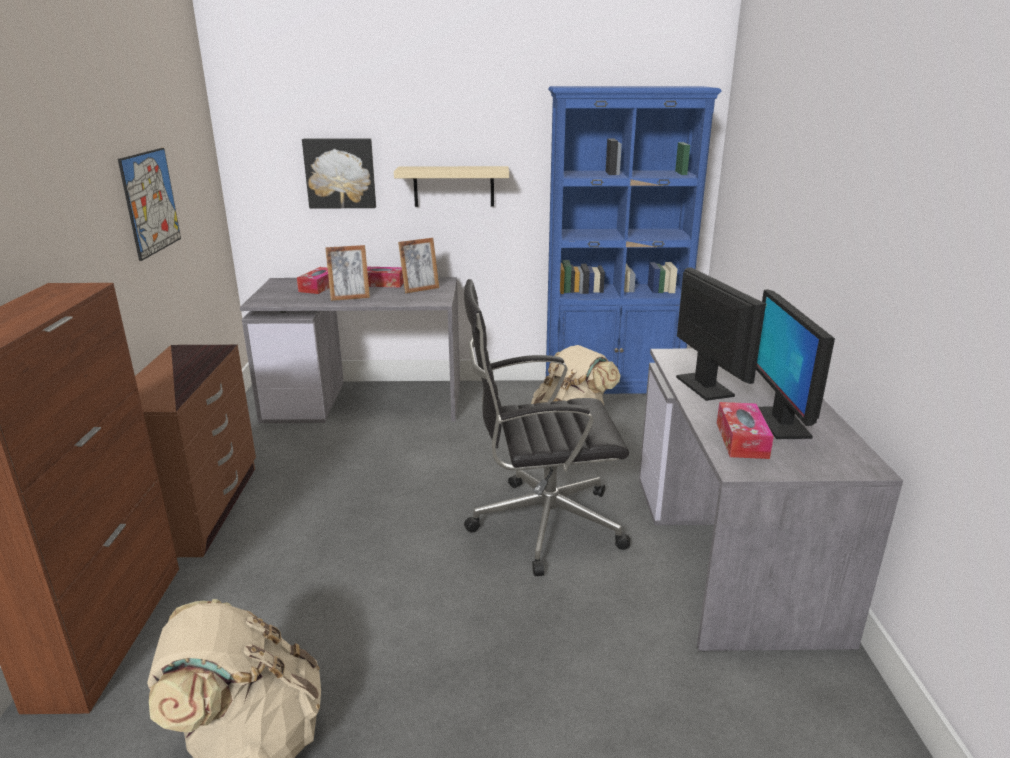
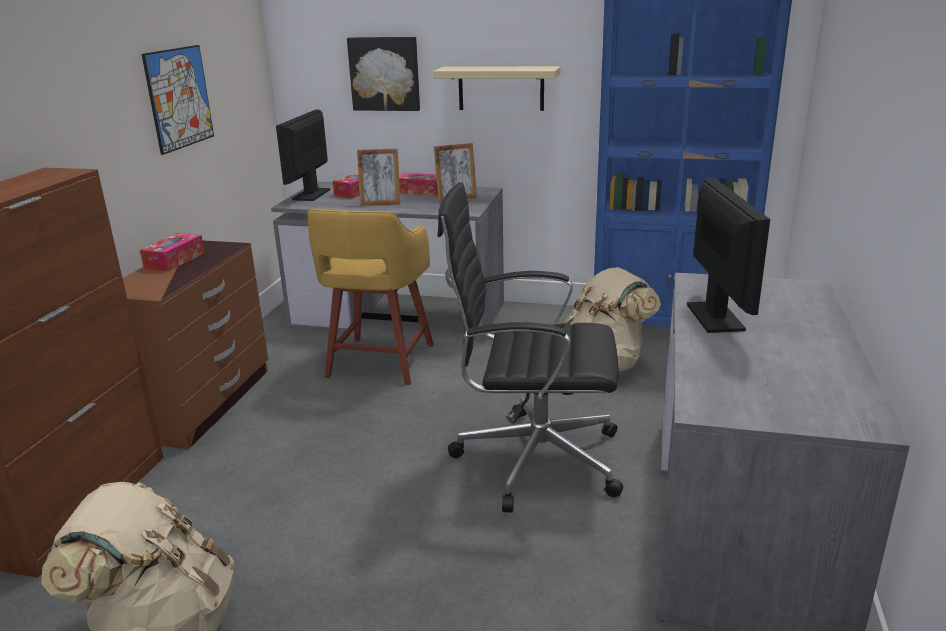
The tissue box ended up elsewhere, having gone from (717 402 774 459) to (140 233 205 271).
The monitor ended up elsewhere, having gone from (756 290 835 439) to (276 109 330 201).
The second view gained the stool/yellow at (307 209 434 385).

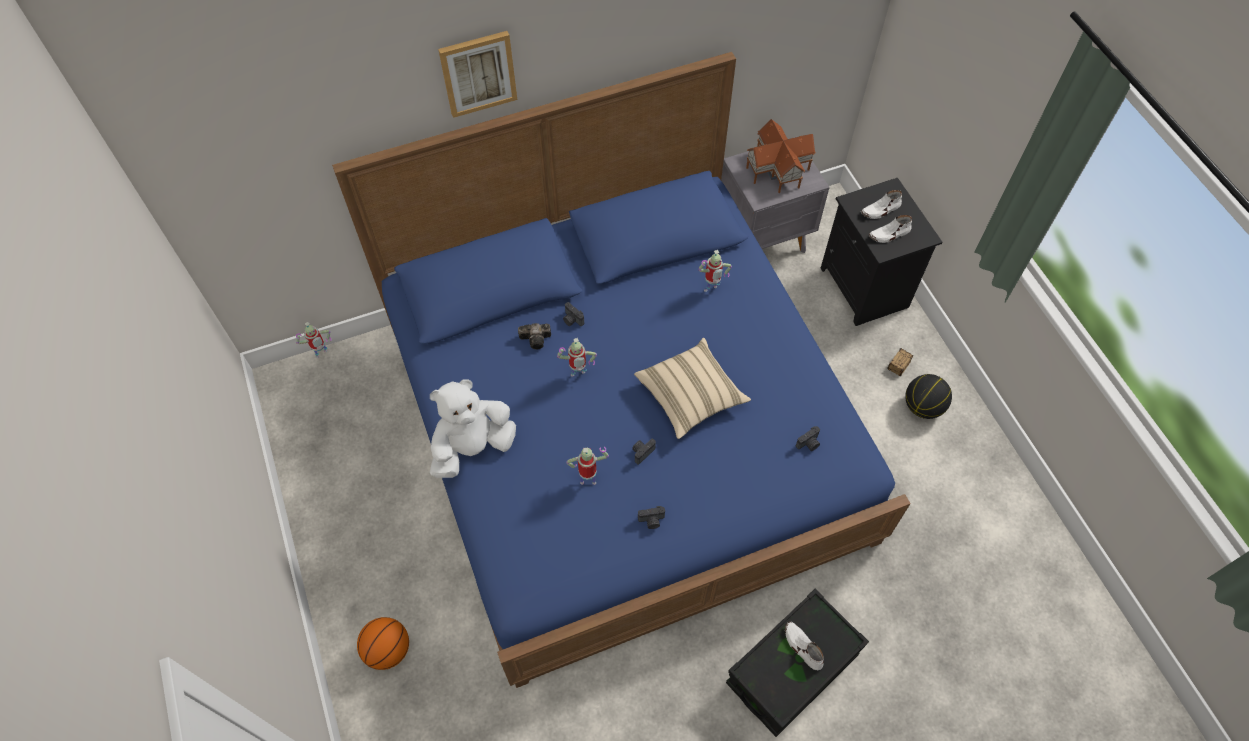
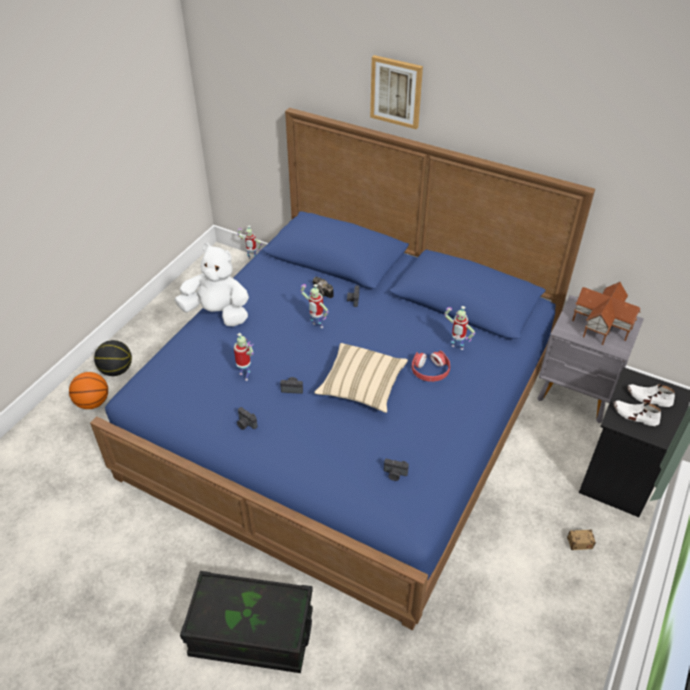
The basketball ended up elsewhere, having gone from (905 374 952 419) to (94 340 132 376).
The second view gained the headphones/red at (412 350 450 382).
The second view lost the shoe/white at (785 621 824 670).

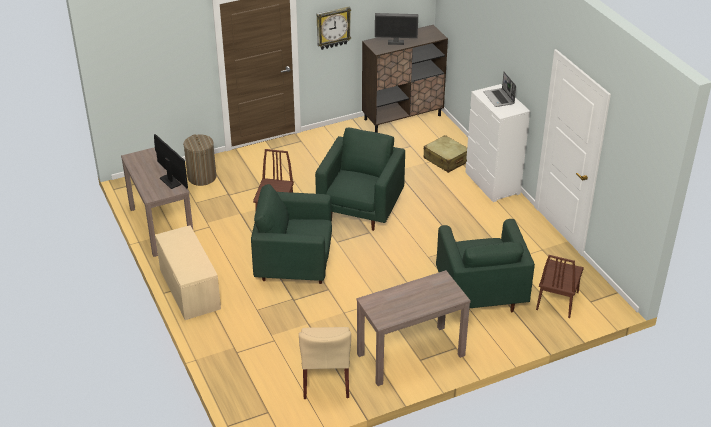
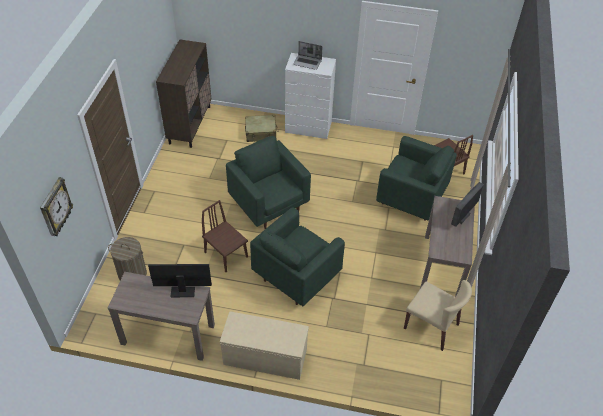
The wall clock ended up elsewhere, having gone from (317 7 351 50) to (40 177 73 236).
The monitor ended up elsewhere, having gone from (375 13 418 45) to (451 182 484 227).

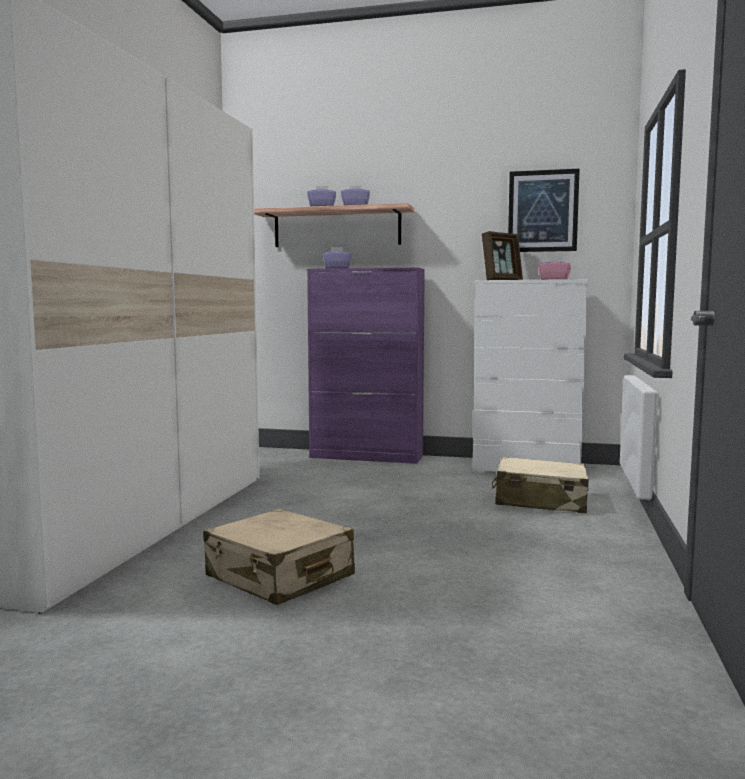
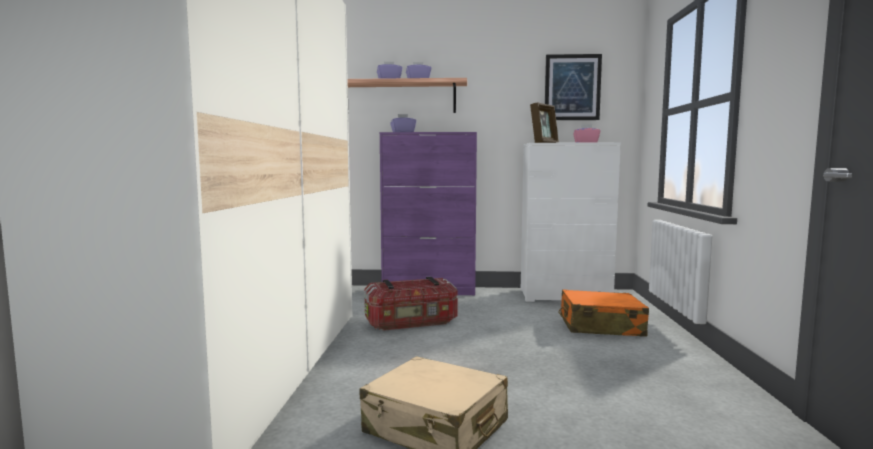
The second view gained the storage box at (364 277 458 331).
What was the suitcase/beige at (492 456 589 513) turned into the suitcase/orange at (558 289 649 337).

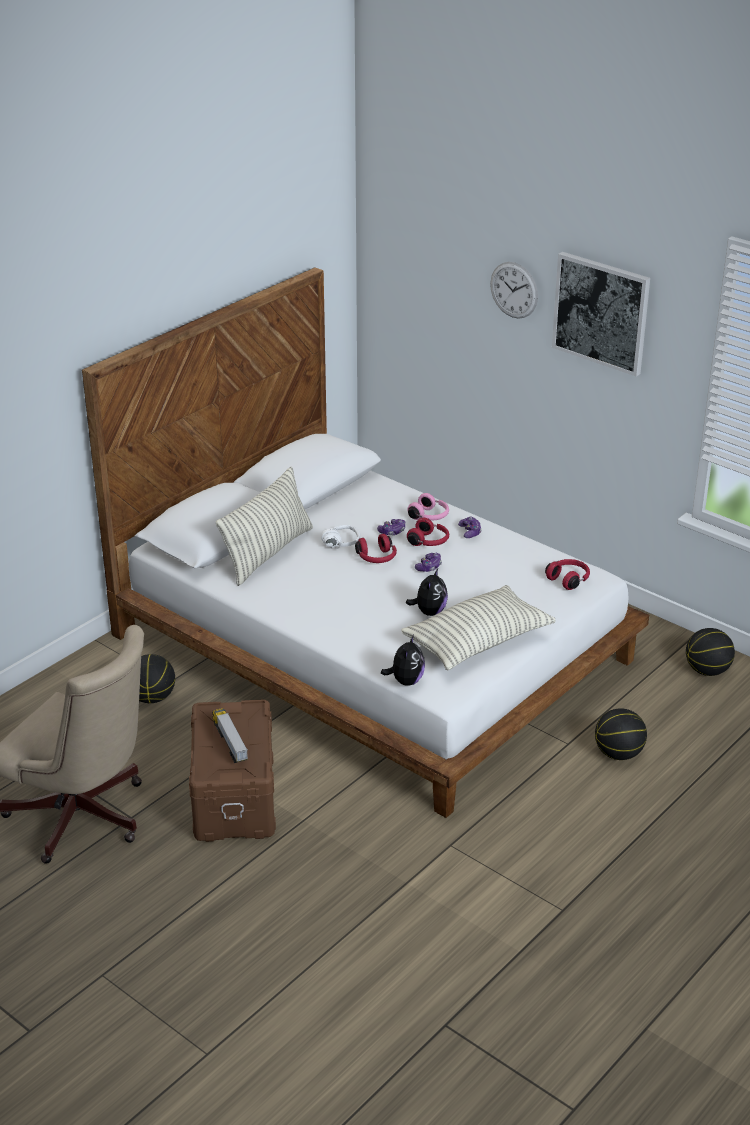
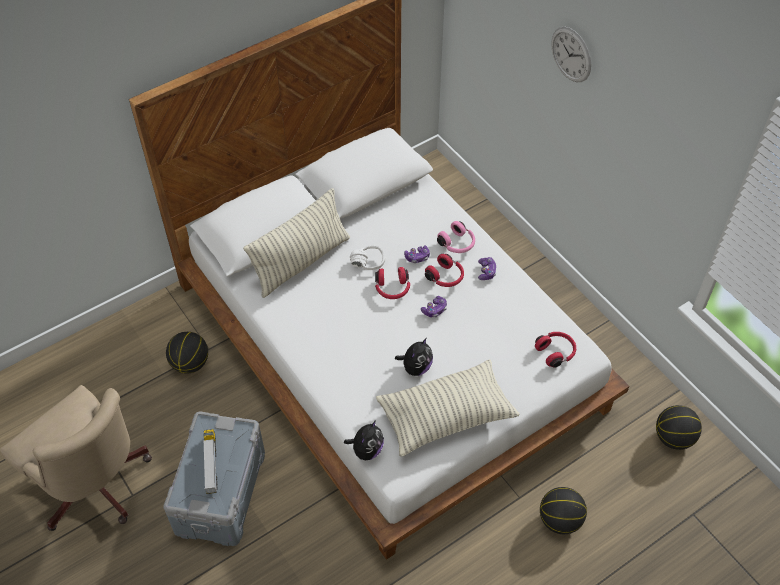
What was the storage box/brown at (189 700 276 842) turned into the storage box/grey at (163 411 265 546).
The second view lost the picture at (552 252 650 376).

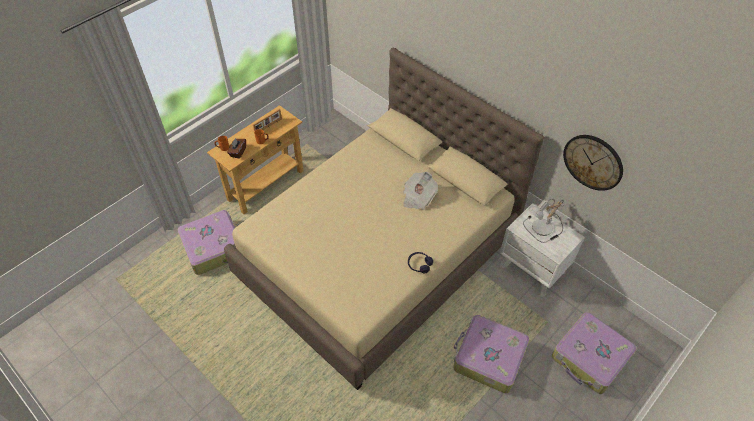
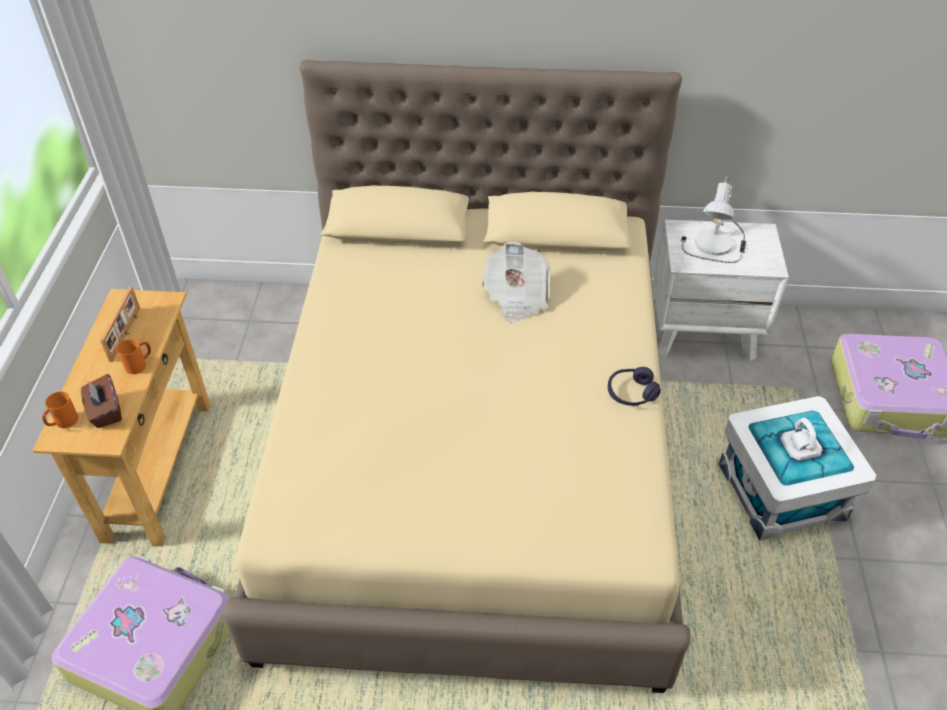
Where the suitcase stood at (453 315 529 393), the storage box/white came to stand at (719 396 876 541).
The second view lost the wall clock at (563 135 623 191).

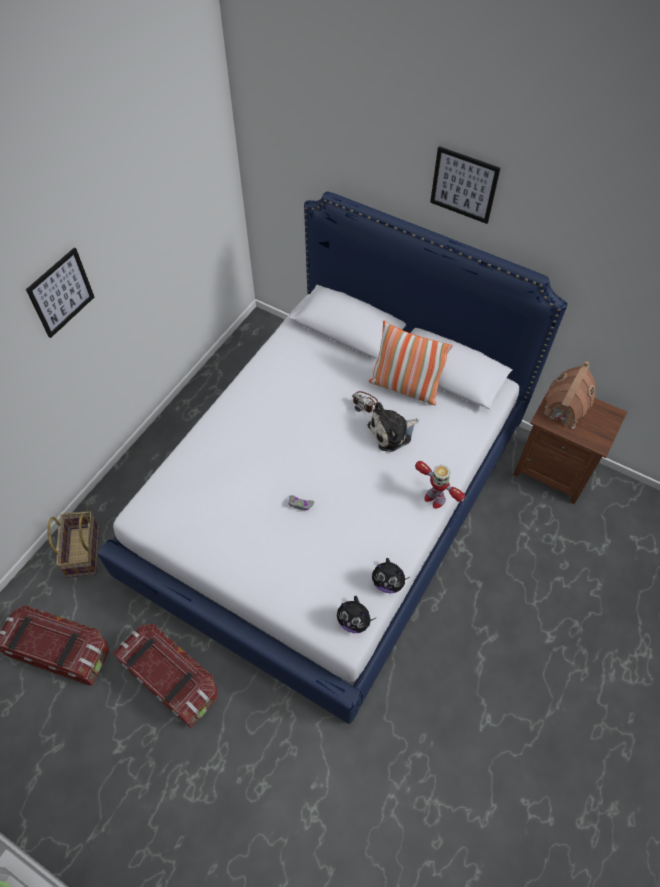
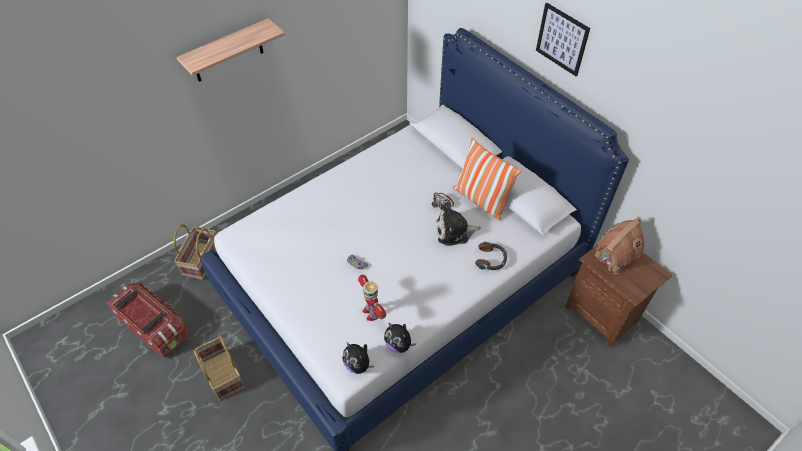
Where the picture hung at (26 248 94 338), the shelf came to hang at (177 18 285 82).
Where the storage box stood at (113 624 217 728), the basket came to stand at (194 336 245 401).
The toy robot ended up elsewhere, having gone from (415 461 466 508) to (358 275 386 321).
The second view gained the headphones at (475 242 507 270).

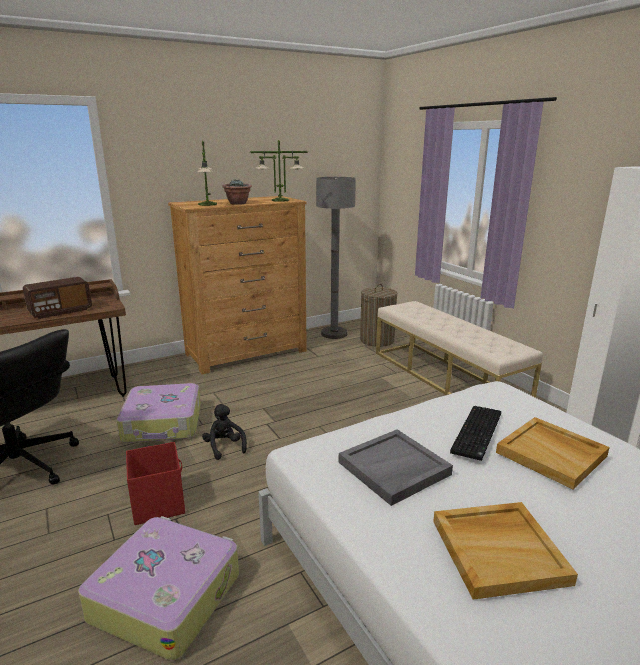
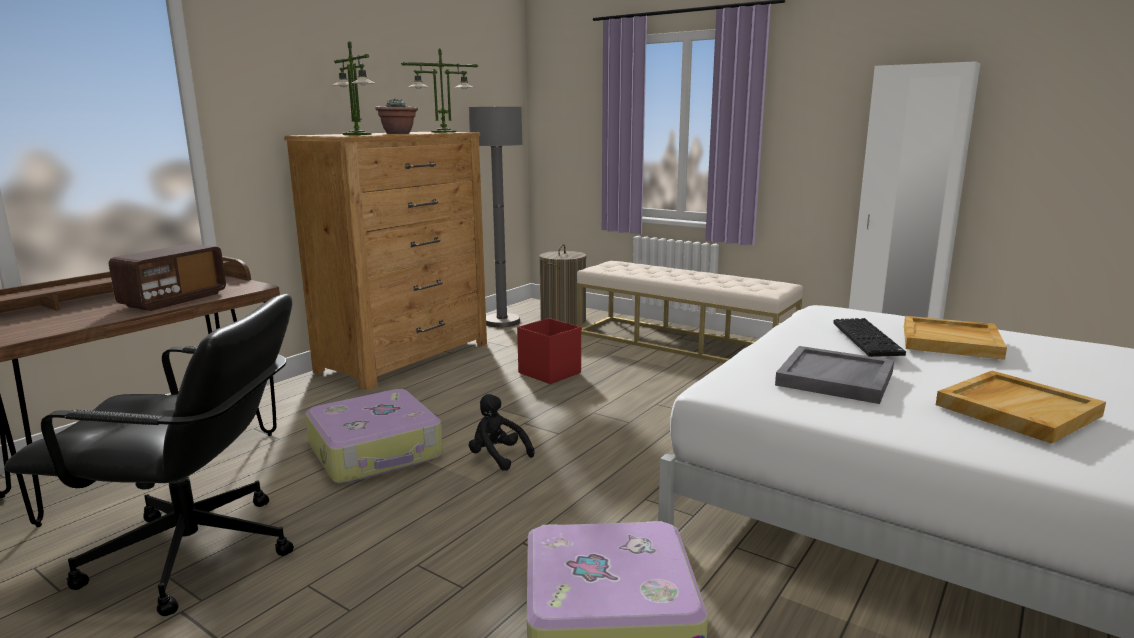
The storage box/red ended up elsewhere, having gone from (126 442 185 525) to (517 318 581 384).

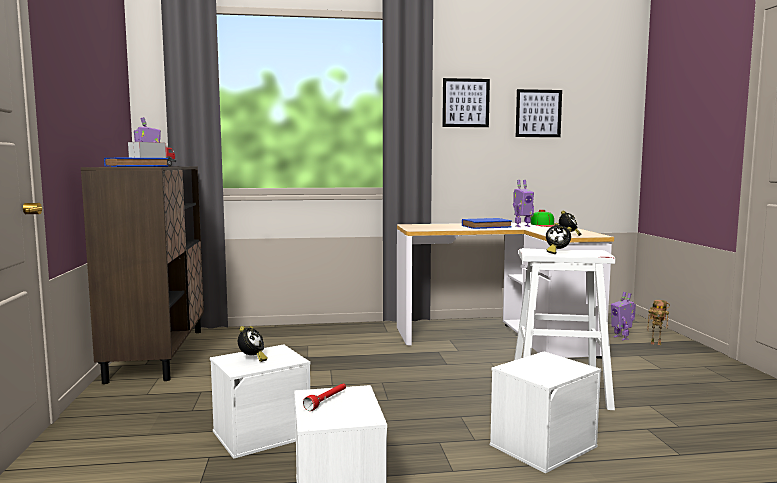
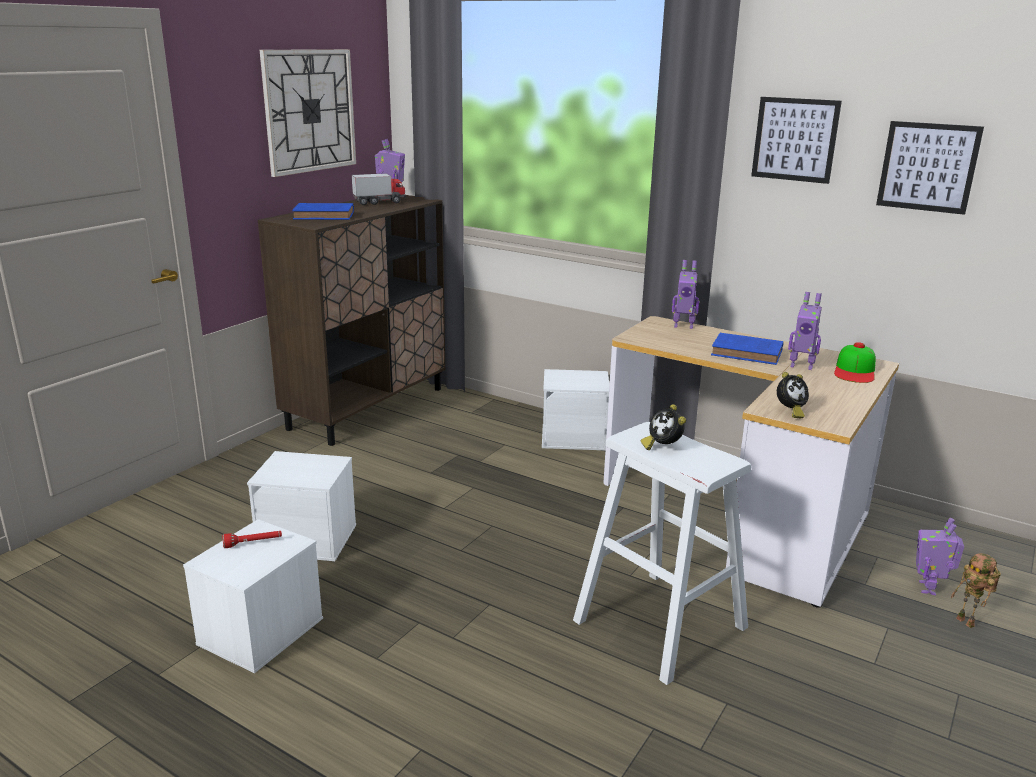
The second view gained the wall clock at (260 49 356 177).
The storage box/white ended up elsewhere, having gone from (490 352 601 473) to (542 369 609 450).
The second view gained the toy robot at (672 260 699 329).
The second view lost the alarm clock at (238 326 268 362).

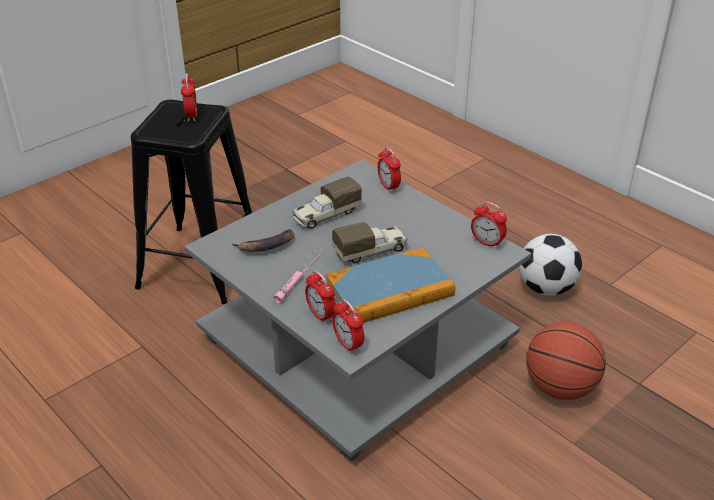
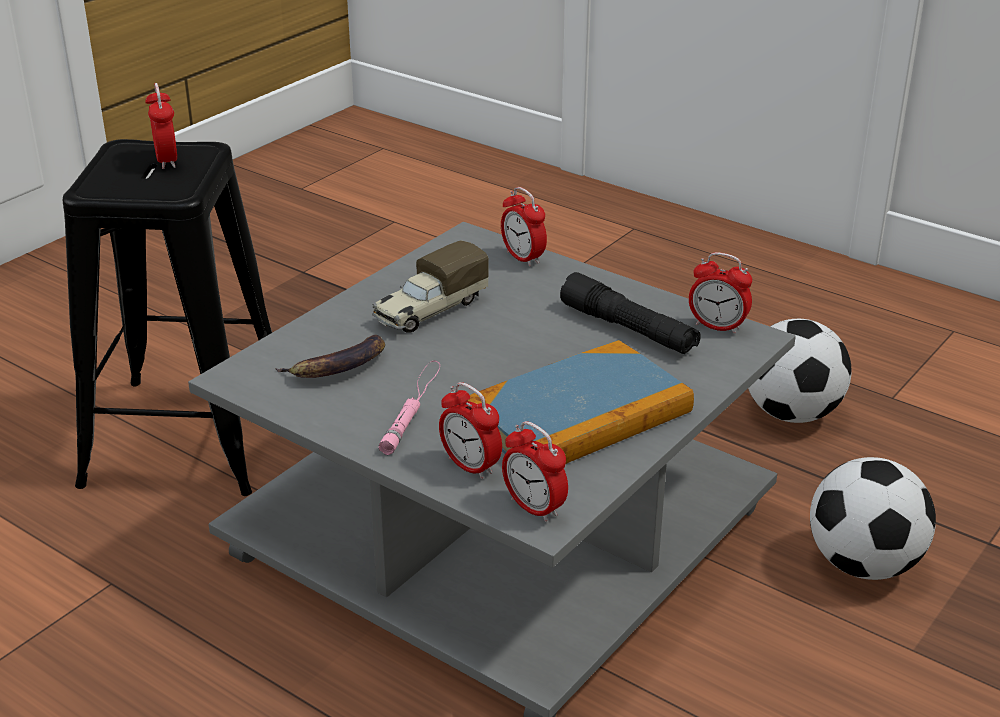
The second view gained the flashlight/black at (560 272 701 354).
Where the basketball stood at (526 322 606 400), the football came to stand at (810 457 936 580).
The second view lost the toy truck at (332 222 408 264).

